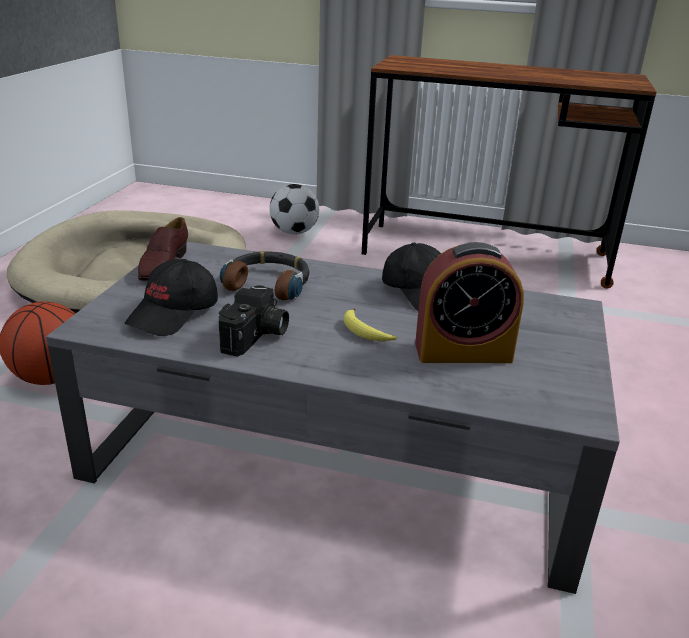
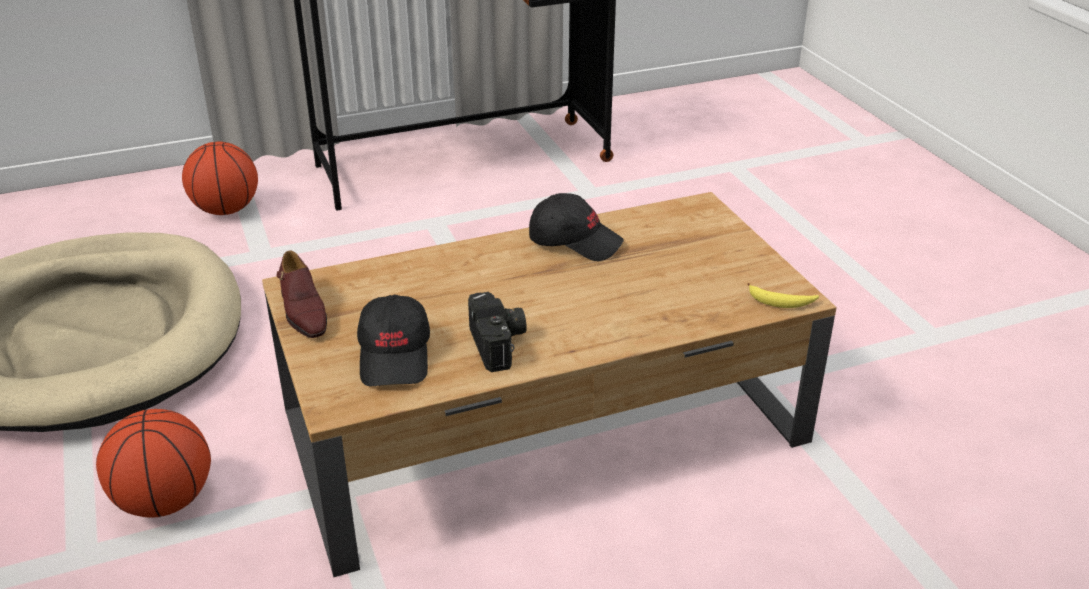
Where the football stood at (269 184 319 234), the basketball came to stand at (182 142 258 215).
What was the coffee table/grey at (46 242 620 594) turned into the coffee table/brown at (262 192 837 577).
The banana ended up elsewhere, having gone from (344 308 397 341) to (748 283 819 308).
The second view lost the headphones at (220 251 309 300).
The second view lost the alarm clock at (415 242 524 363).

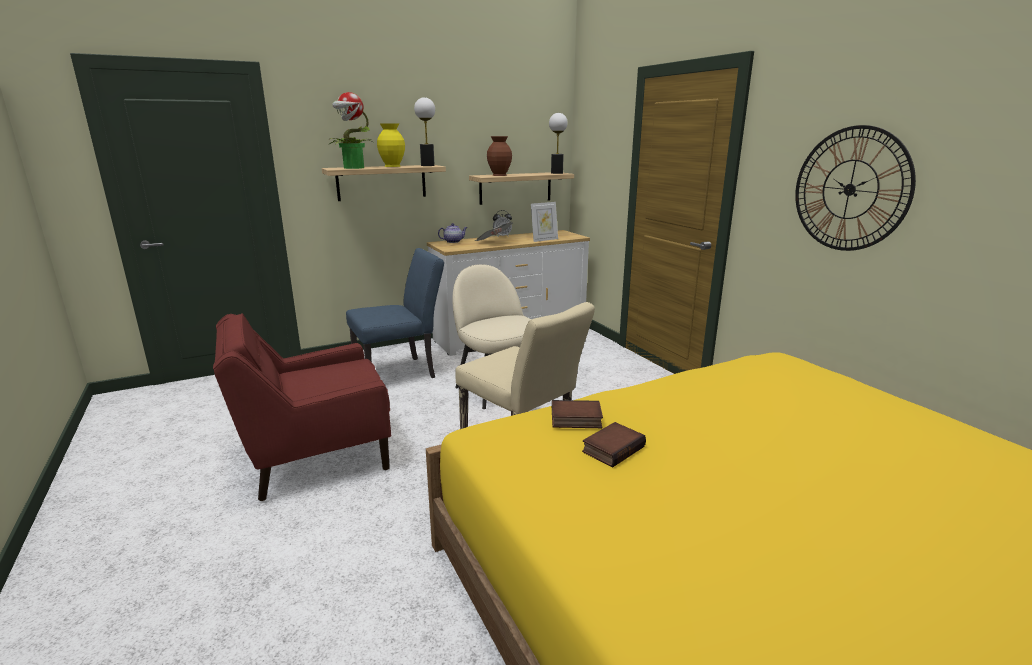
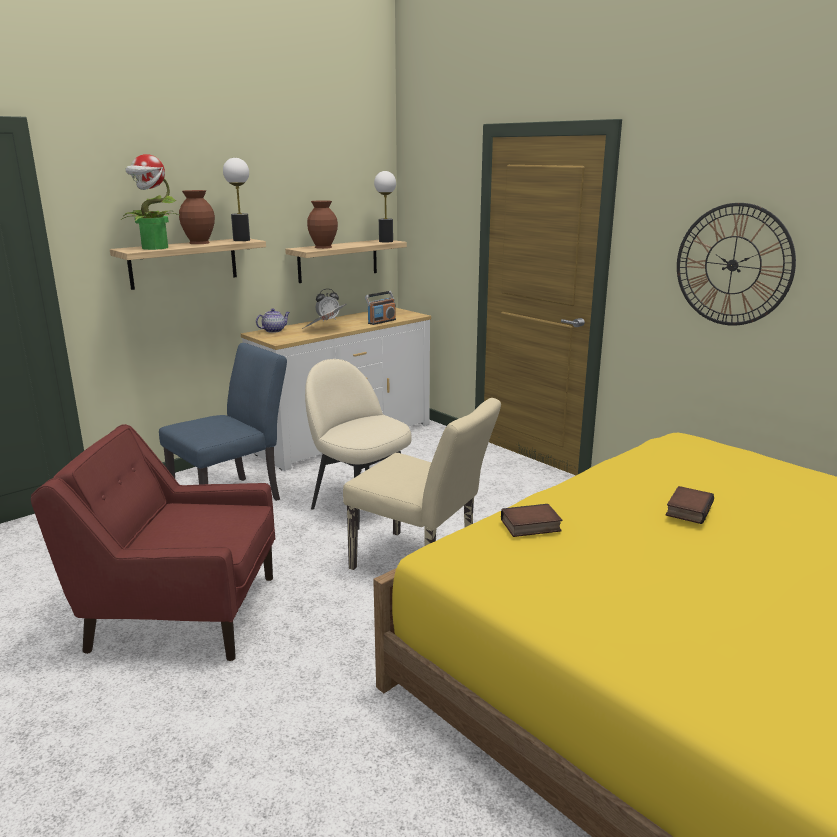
The armchair/red at (213 313 391 501) ended up facing another way, 45 degrees clockwise from before.
What was the vase/yellow at (377 124 405 167) turned into the vase/brown at (179 190 215 244).
Where the picture frame stood at (531 202 558 242), the radio came to stand at (365 291 396 325).
The book ended up elsewhere, having gone from (582 422 646 467) to (666 486 714 524).

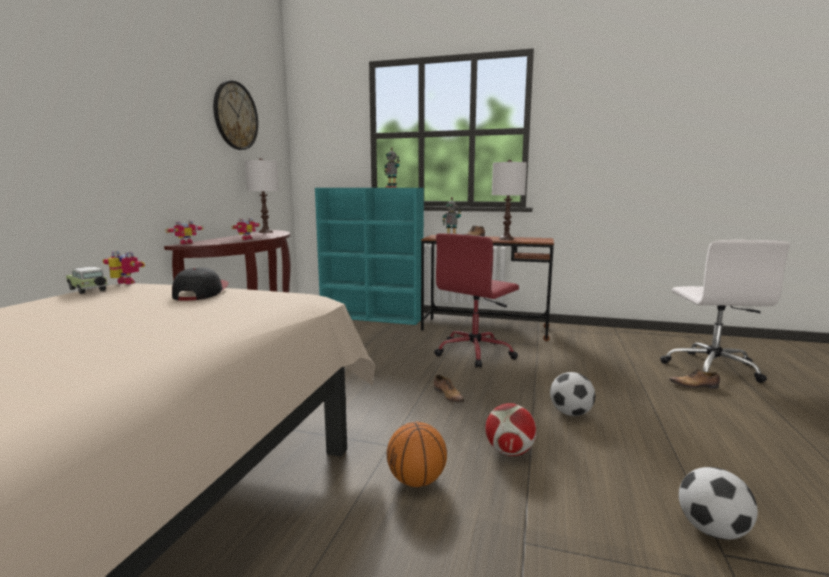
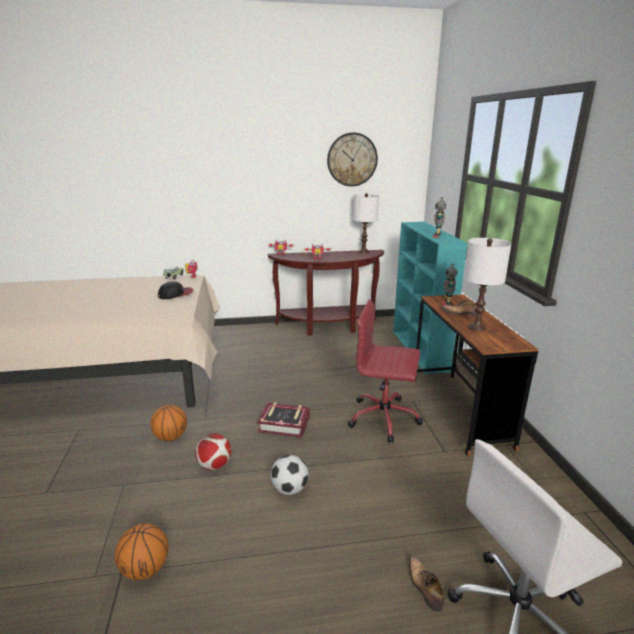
Where the football stood at (679 467 758 540), the basketball came to stand at (115 523 169 580).
Where the shoe stood at (434 374 464 403), the book came to stand at (257 402 310 438).

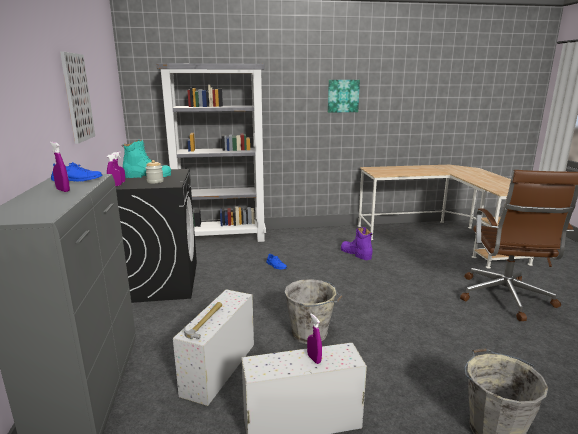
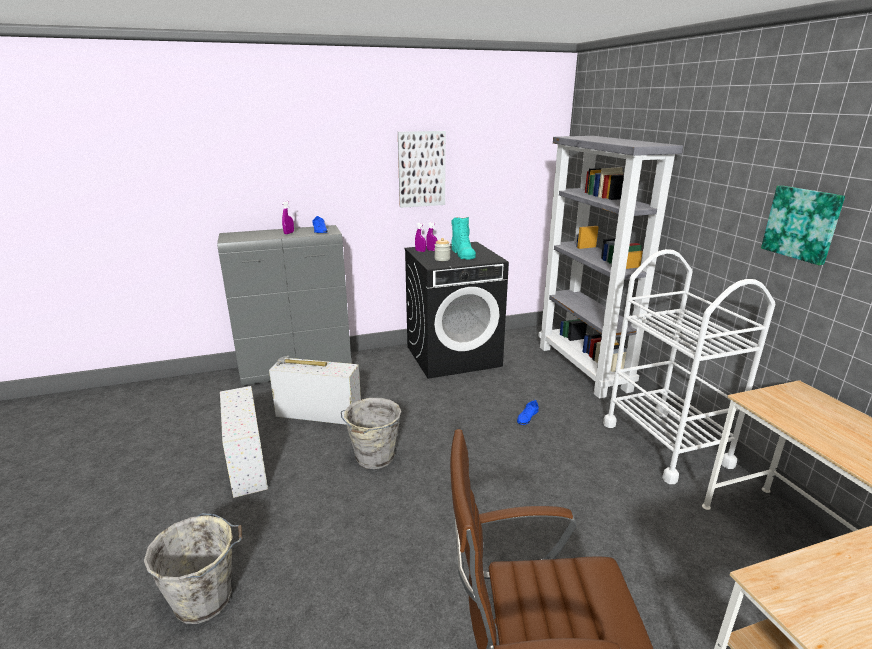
The second view gained the cart/white at (603 249 775 484).
The second view lost the spray bottle/purple at (307 313 322 364).
The second view lost the boot/purple at (341 227 373 260).

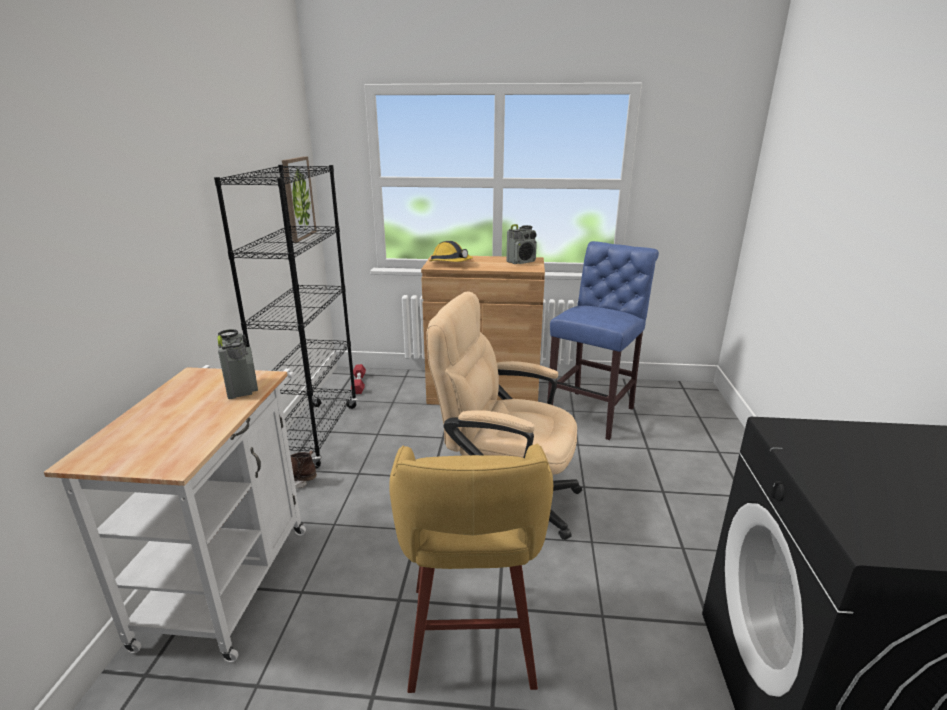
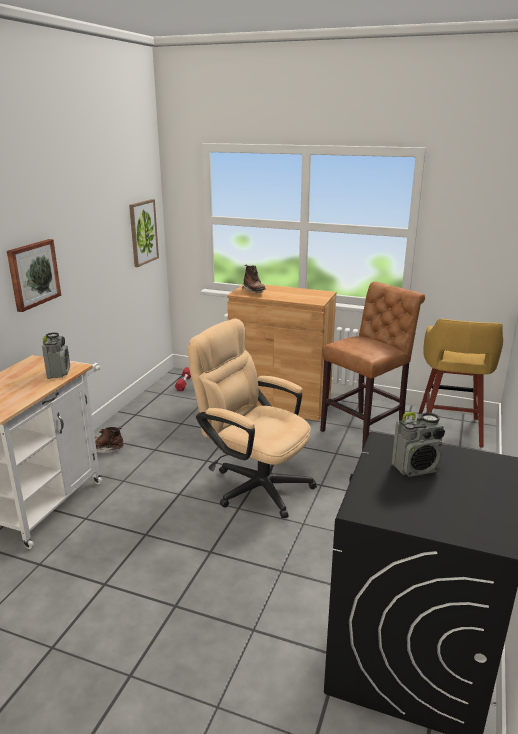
The second view gained the picture at (7 239 61 312).
Where the hard hat stood at (429 241 473 262), the boot/brown came to stand at (242 264 266 293).
What was the stool/blue at (547 241 659 440) turned into the stool/brown at (320 282 425 450).
The radio ended up elsewhere, having gone from (506 224 537 264) to (392 412 445 477).
The stool/yellow ended up elsewhere, having gone from (389 444 553 693) to (419 319 503 448).
The second view lost the bookcase/black at (214 165 357 469).

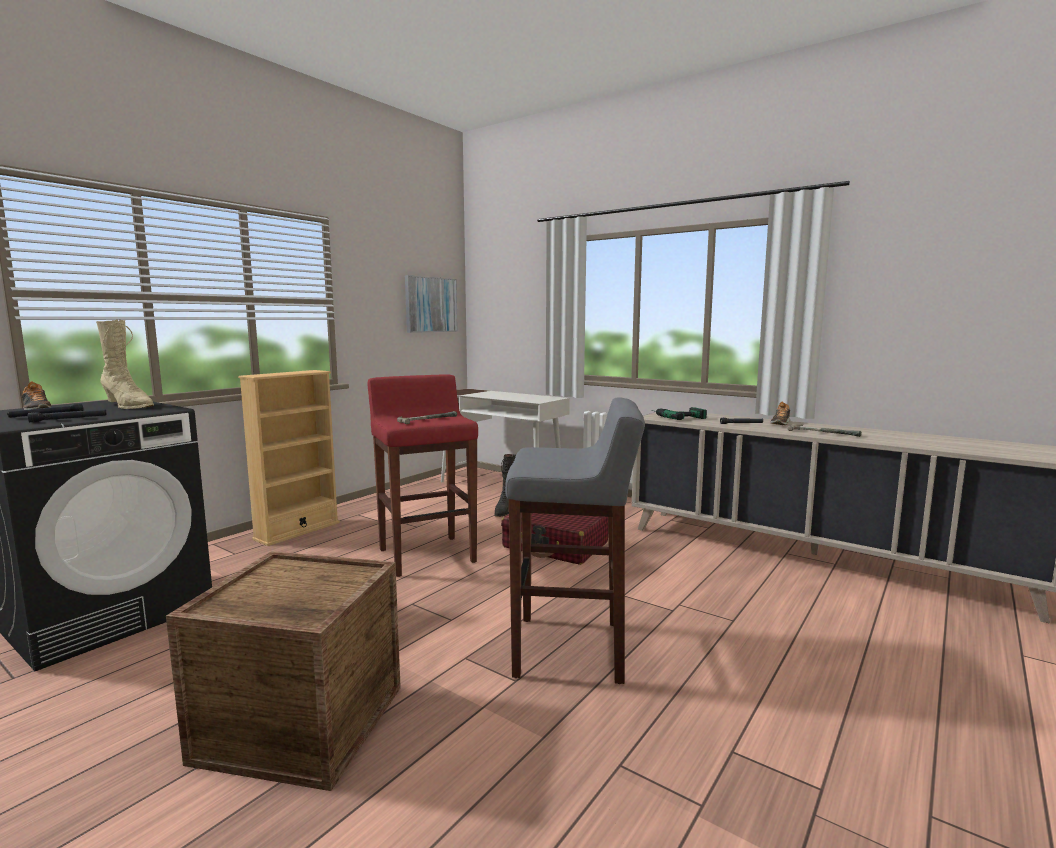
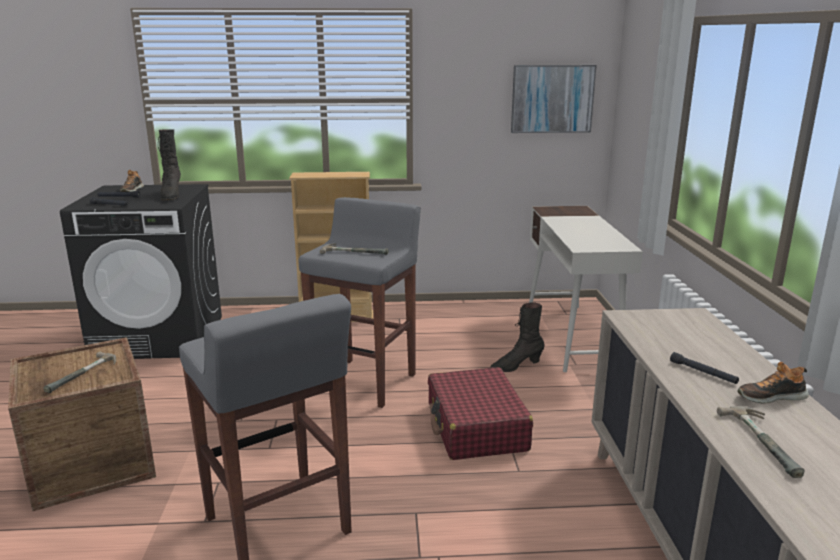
The second view gained the hammer at (44 352 116 393).
What was the boot/beige at (96 320 154 409) turned into the boot/black at (158 129 181 201).
What was the stool/red at (367 375 478 577) turned into the stool/grey at (299 197 421 408).
The second view lost the power drill at (651 407 707 420).

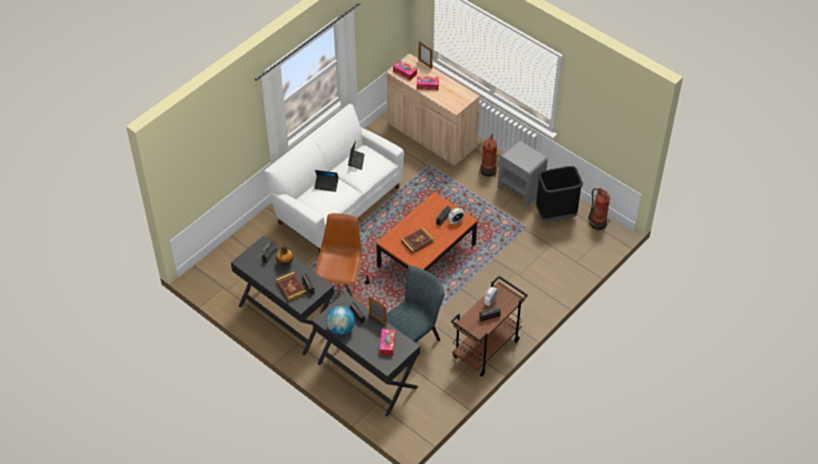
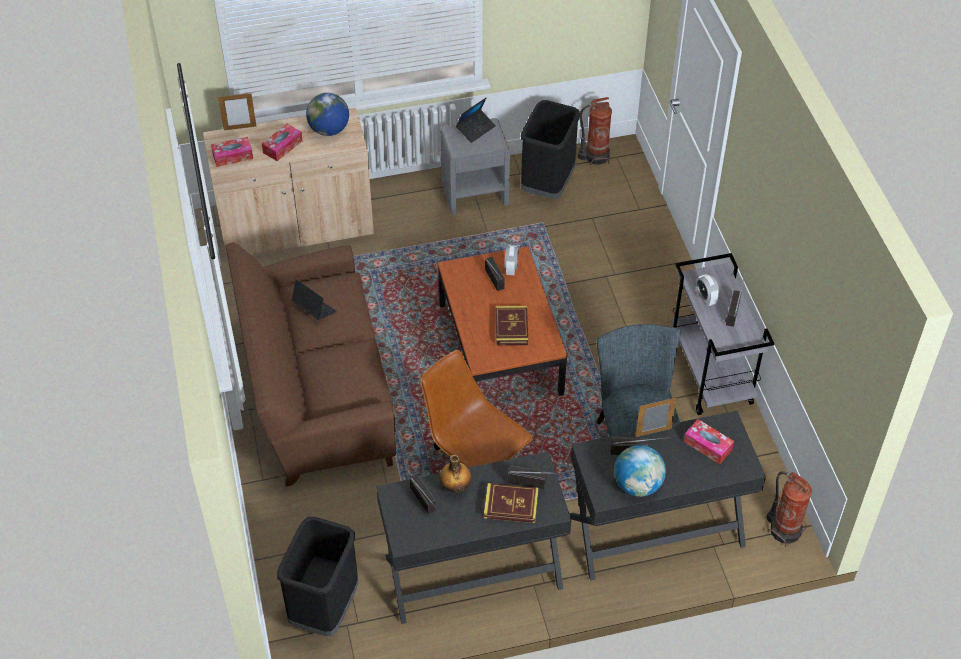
What was the sofa/white at (264 104 404 253) turned into the sofa/brown at (226 242 396 487).
The second view gained the trash can/black at (277 517 358 636).
The second view gained the globe at (306 93 349 136).
The laptop ended up elsewhere, having gone from (314 170 339 192) to (456 98 496 143).
What was the cart/brown at (451 276 528 377) turned into the cart/grey at (671 253 774 415).
The fire extinguisher ended up elsewhere, having gone from (479 134 498 177) to (767 472 812 547).

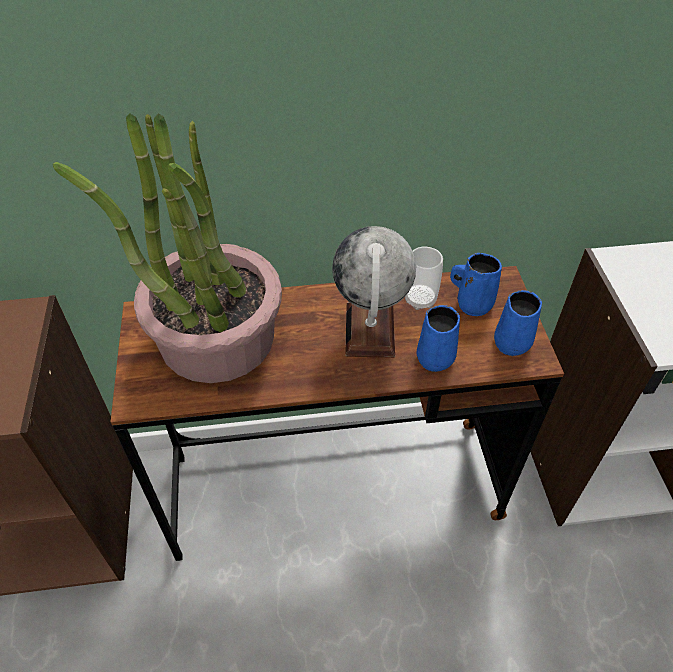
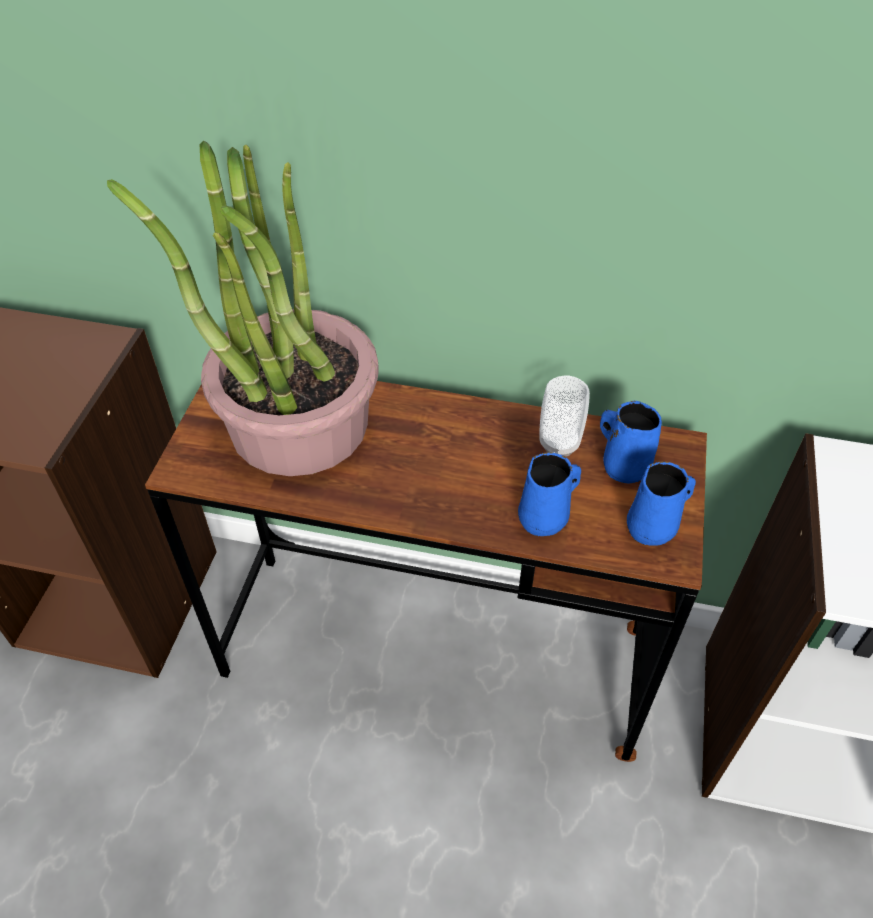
The second view lost the globe at (332 226 416 358).

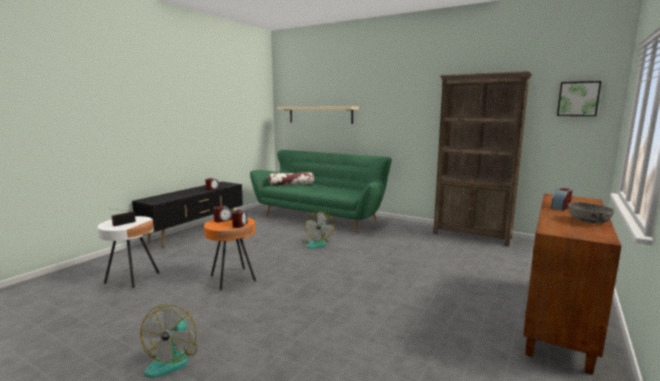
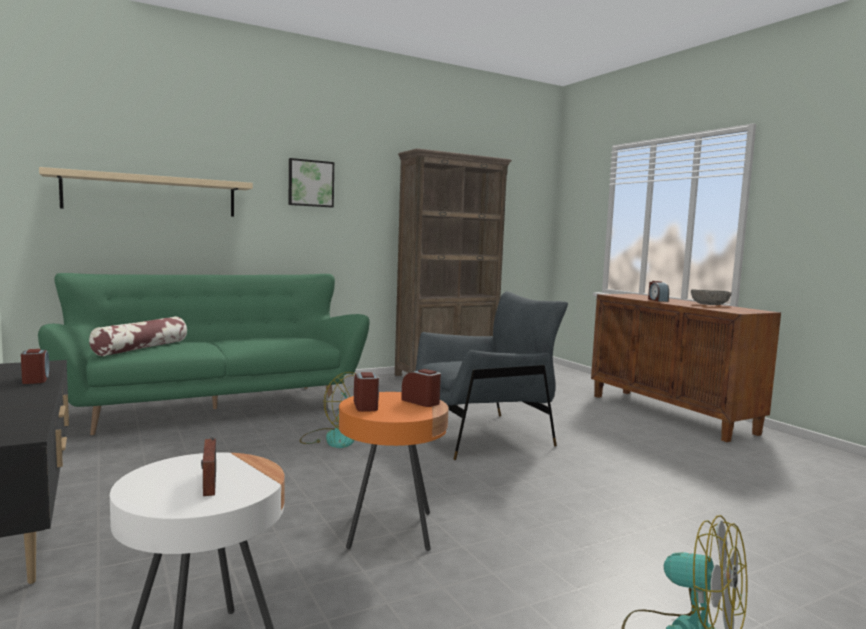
The picture ended up elsewhere, having gone from (557 81 602 116) to (289 158 334 208).
The second view gained the armchair/grey at (415 291 568 460).

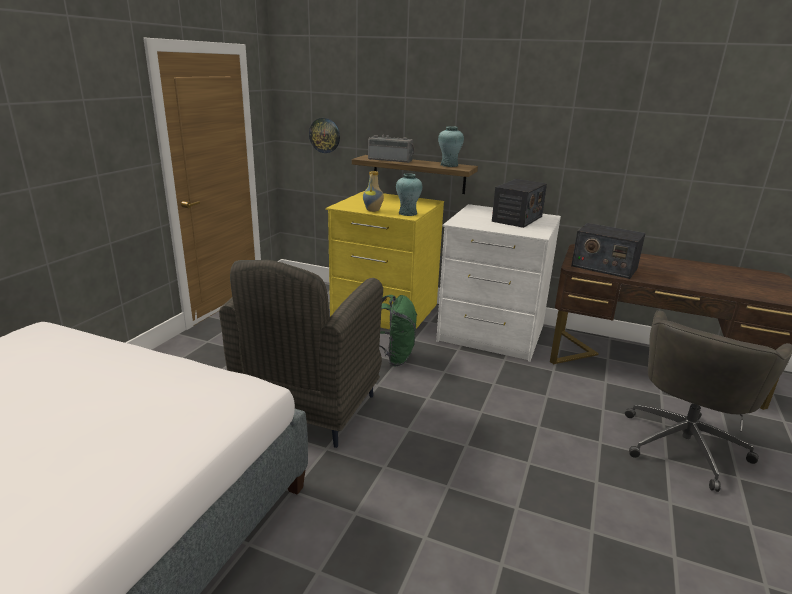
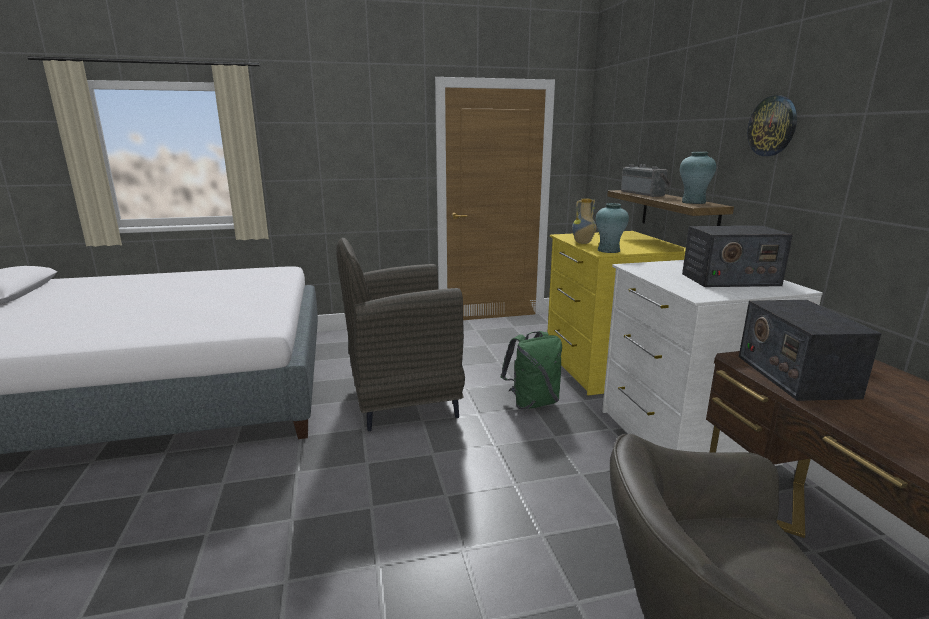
The wall clock ended up elsewhere, having gone from (309 118 340 153) to (747 95 797 156).

